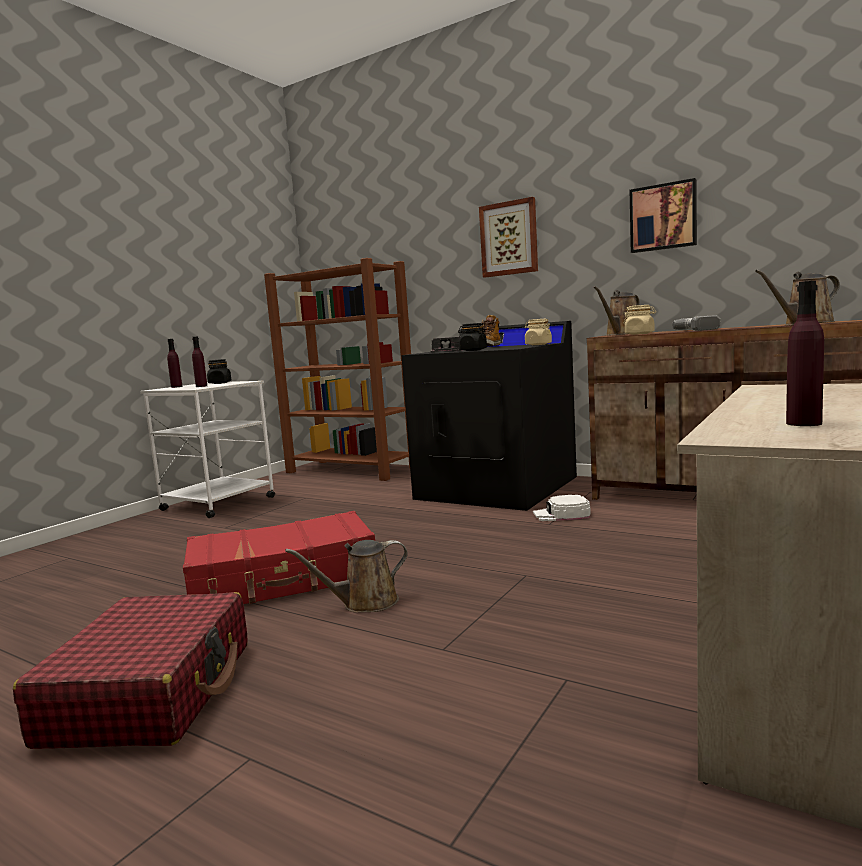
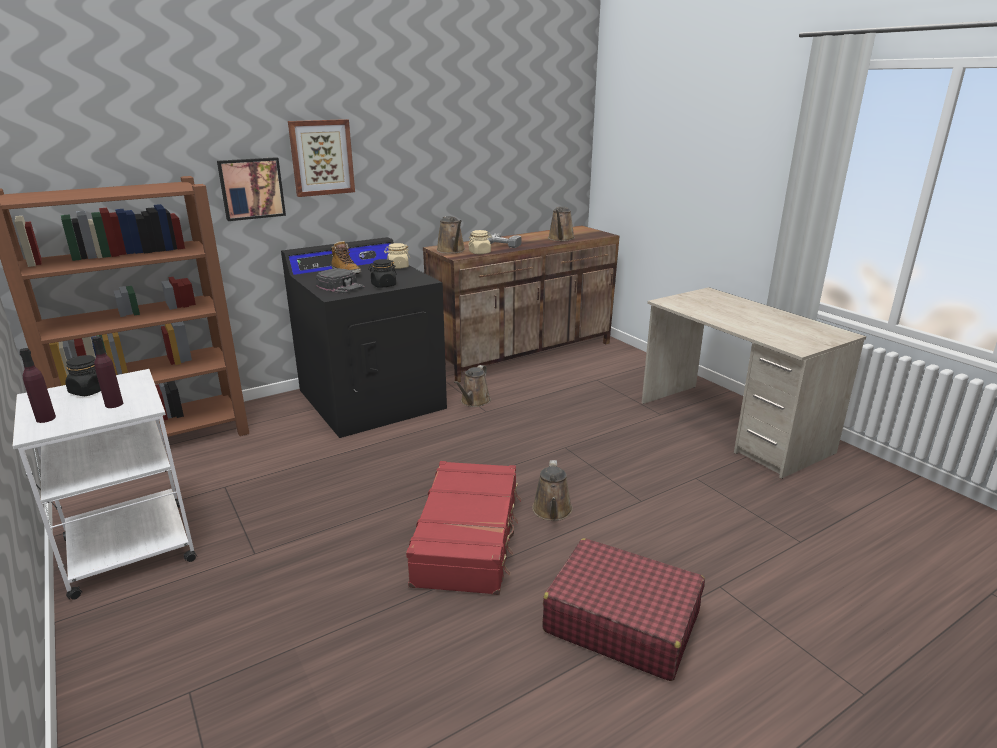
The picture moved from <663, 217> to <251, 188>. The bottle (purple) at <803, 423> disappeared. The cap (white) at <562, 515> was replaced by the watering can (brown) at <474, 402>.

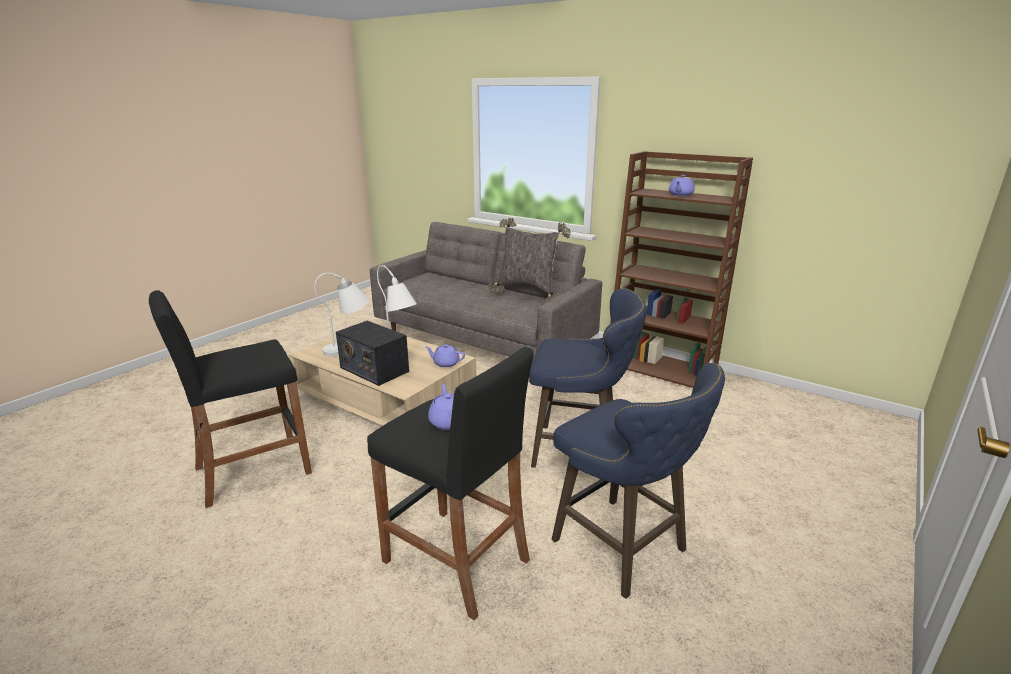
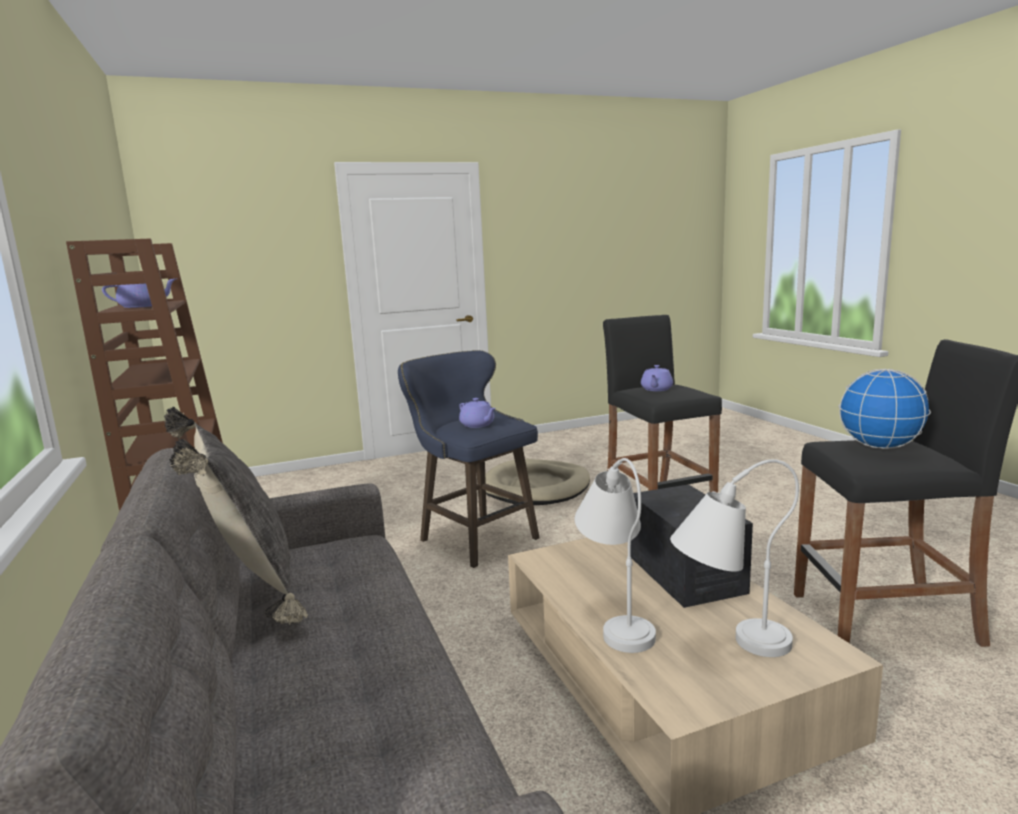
The teapot (purple) moved from <445, 363> to <478, 425>. The stool (blue) at <623, 548> was replaced by the dog bed (beige) at <536, 487>. The globe at <880, 447> appeared.

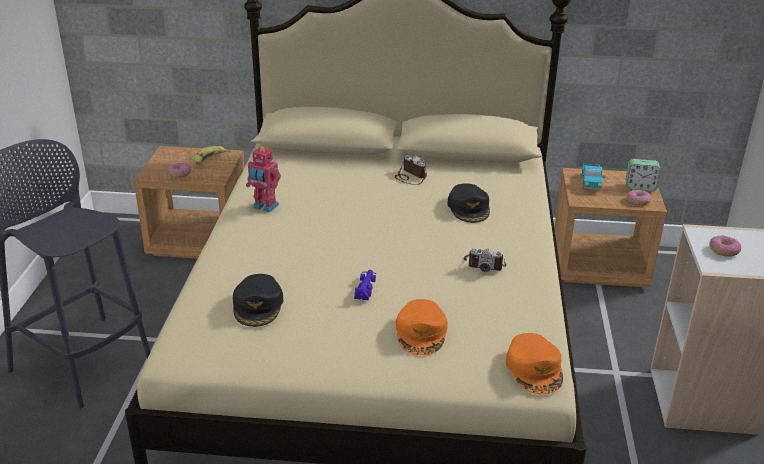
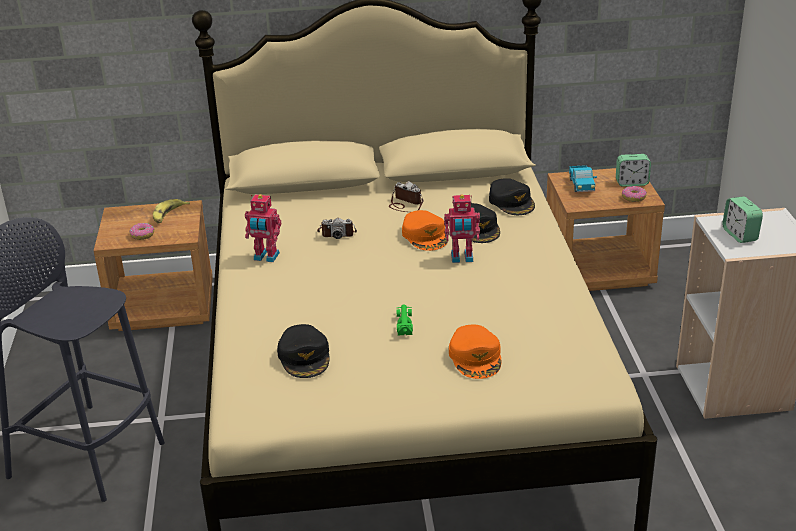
The donut at <724, 250> was replaced by the alarm clock at <740, 235>. The photo camera moved from <484, 264> to <337, 233>. The toy car (purple) at <365, 287> became the toy car (green) at <404, 322>. The cap (orange) moved from <535, 369> to <425, 236>. The cap (black) at <512, 202> appeared. The toy robot at <462, 258> appeared.

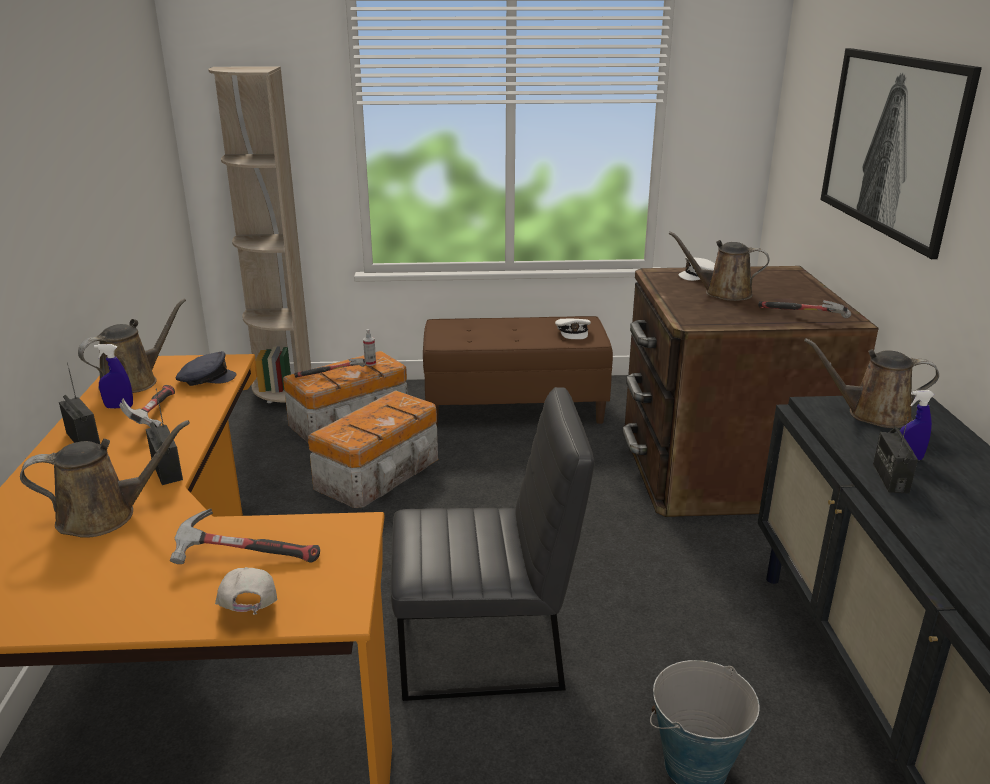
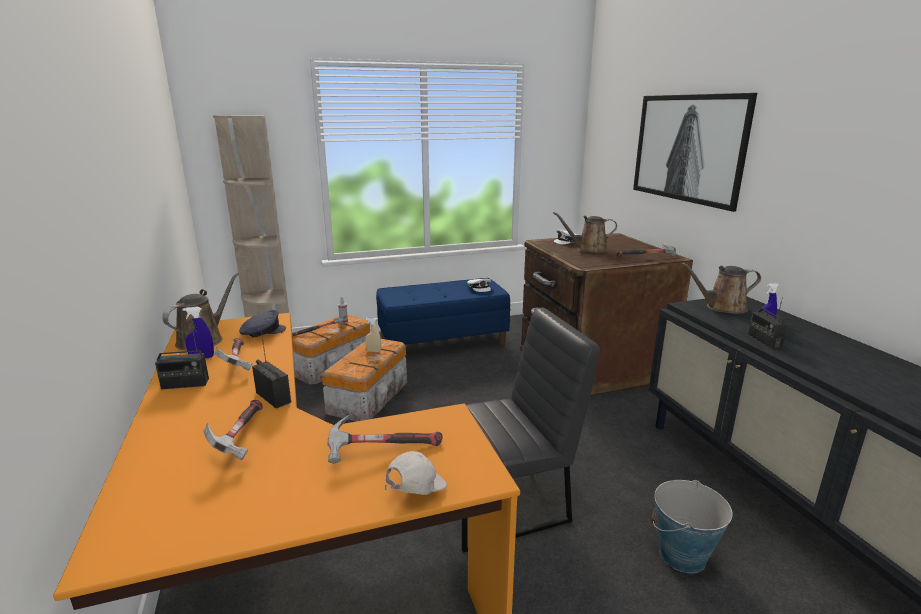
The bench (brown) at <515, 408> became the bench (blue) at <443, 343>. The radio at <83, 439> turned 135 degrees clockwise. The watering can (brown) at <105, 516> was replaced by the hammer at <241, 437>. The cap (white) at <248, 613> turned 75 degrees clockwise. The spray bottle (beige) at <373, 351> appeared.

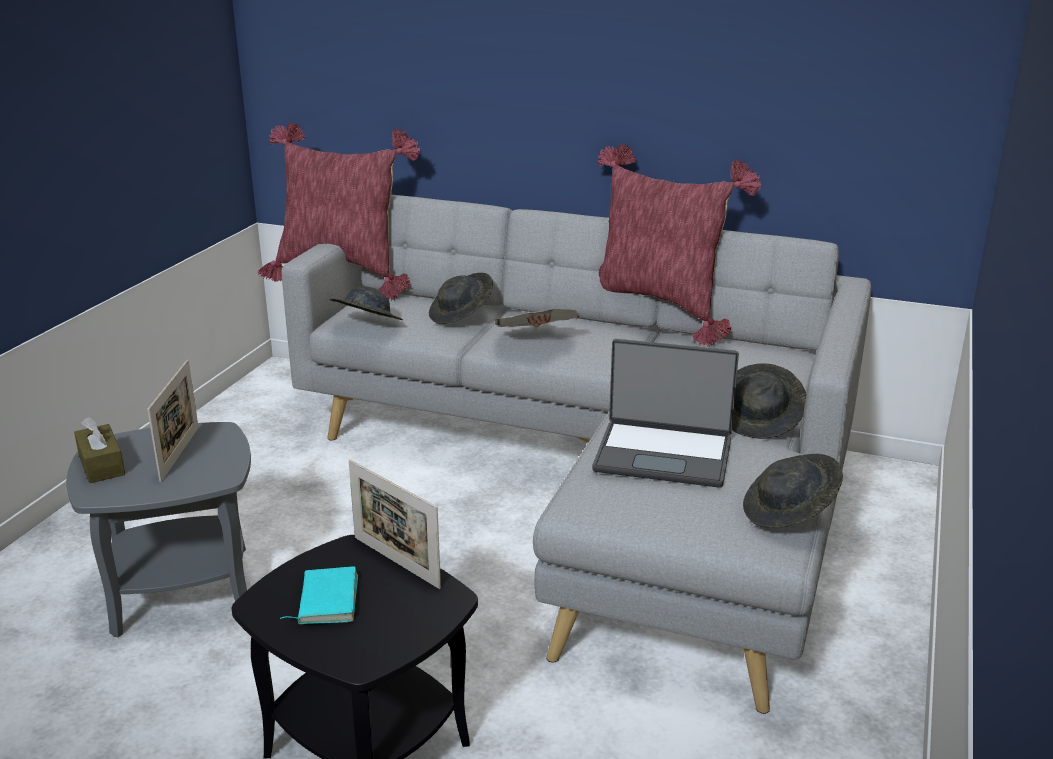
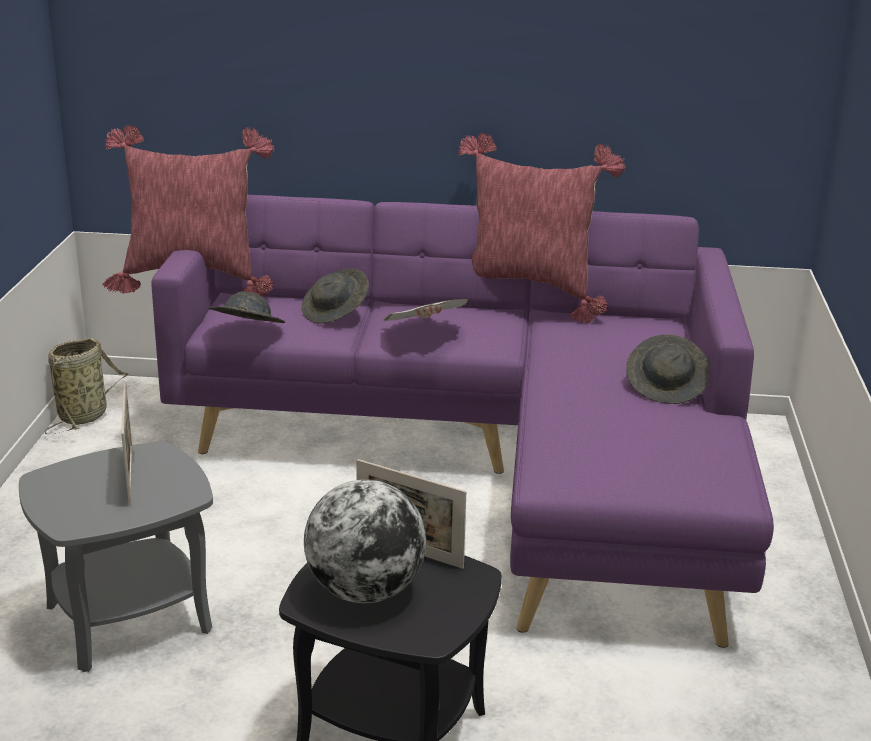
The sofa (grey) at <602, 491> became the sofa (purple) at <497, 473>. The laptop at <663, 455> disappeared. The tissue box (brown) at <101, 465> disappeared. The hat (grey) at <789, 512> disappeared. The book (turquoise) at <325, 600> was replaced by the globe at <365, 591>. The basket at <85, 415> appeared.

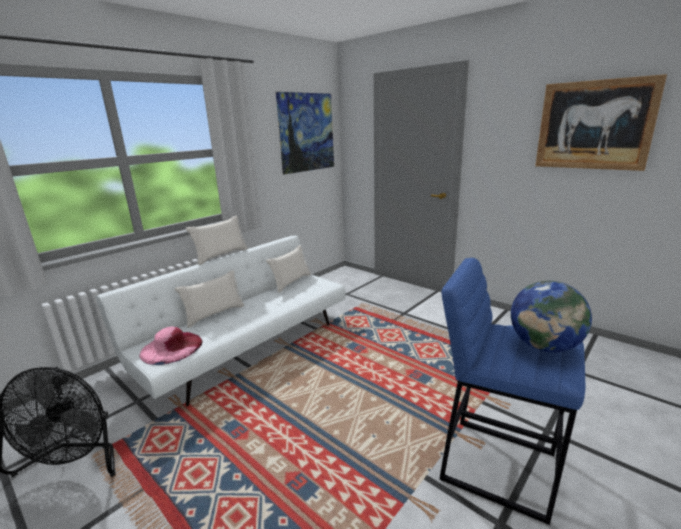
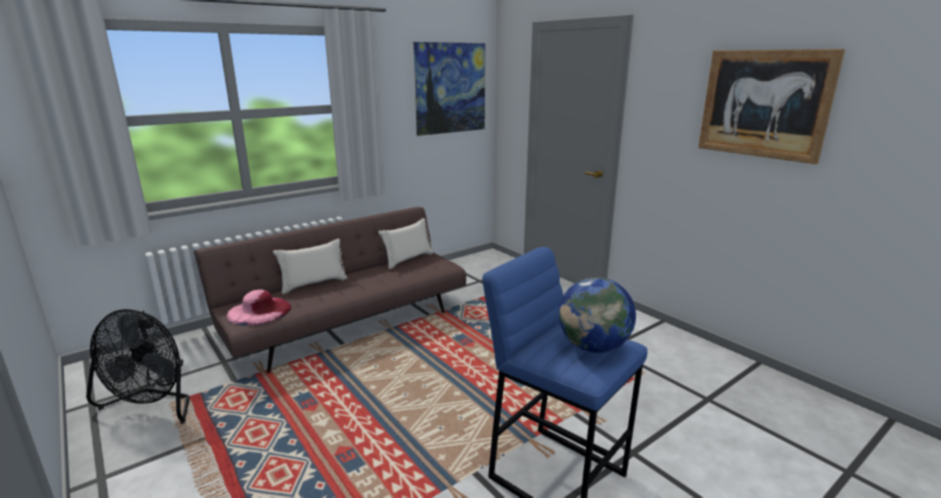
The pillow (white) at <221, 255> disappeared. The sofa (white) at <246, 346> became the sofa (brown) at <347, 323>.

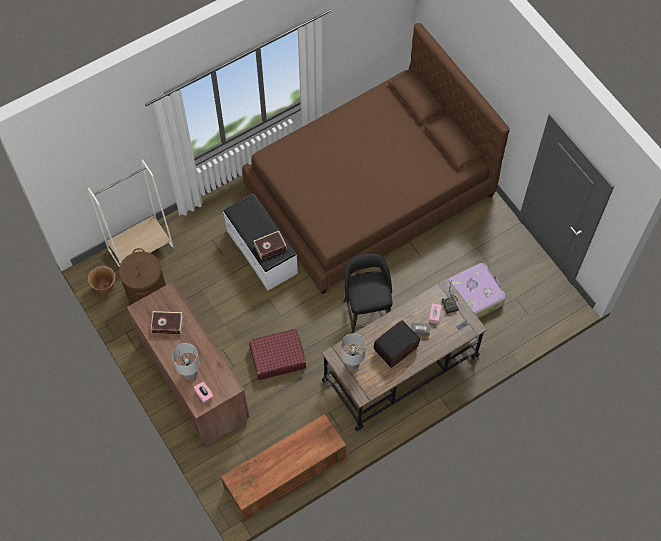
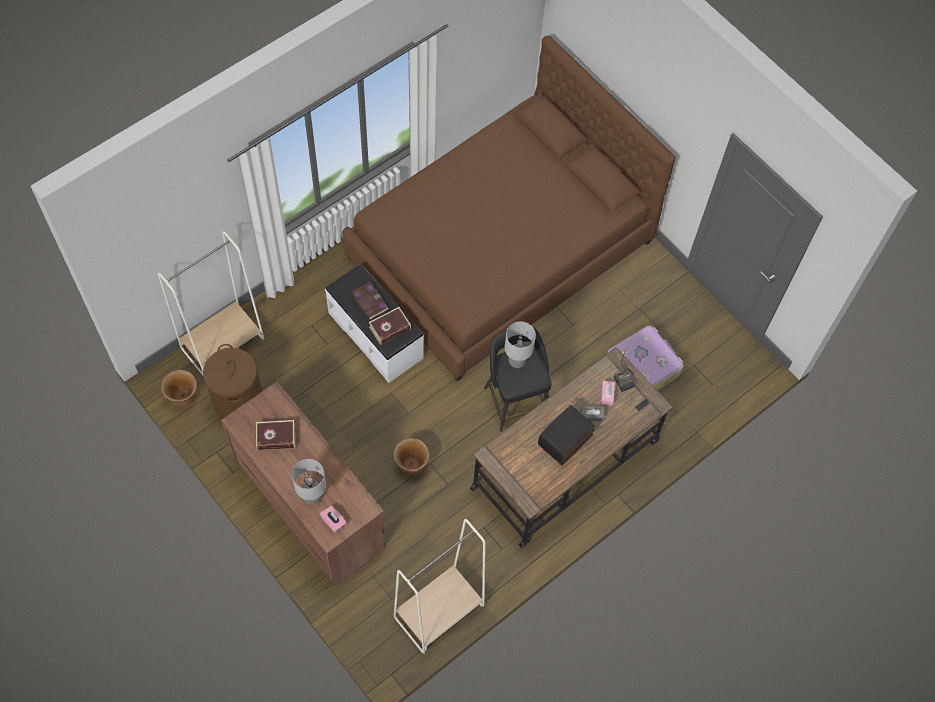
The suitcase (red) at <277, 357> was replaced by the planter (brown) at <411, 465>. The table lamp (grey) moved from <352, 364> to <516, 361>. The bench (brown) at <285, 475> was replaced by the clothes rack at <439, 612>. The book at <369, 301> appeared.

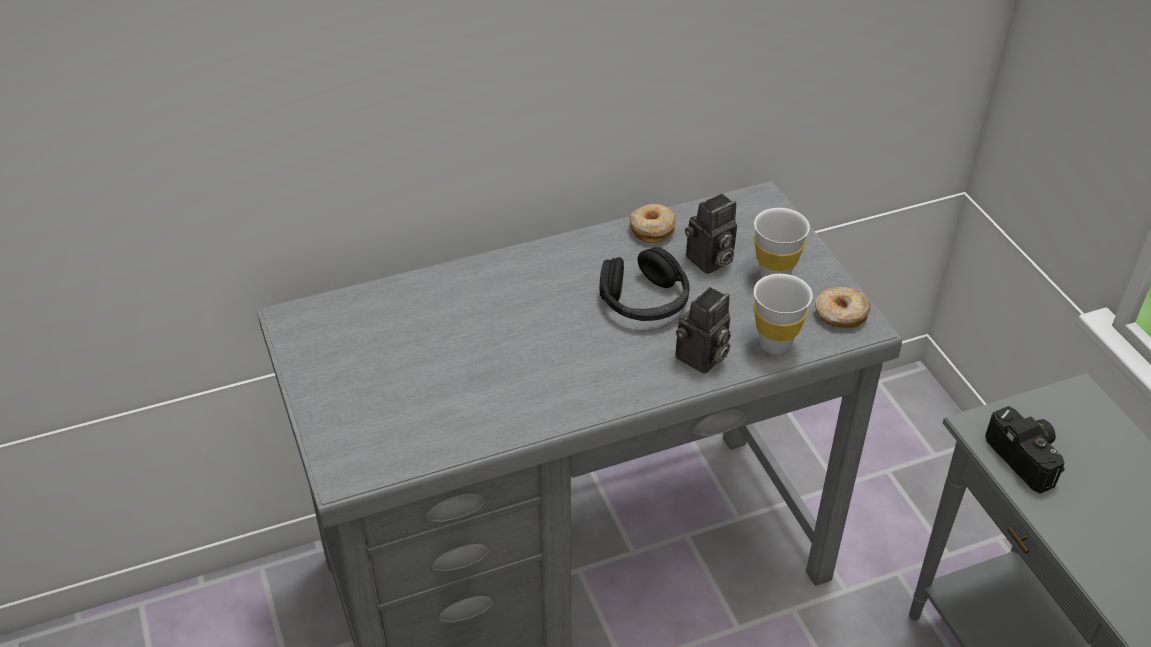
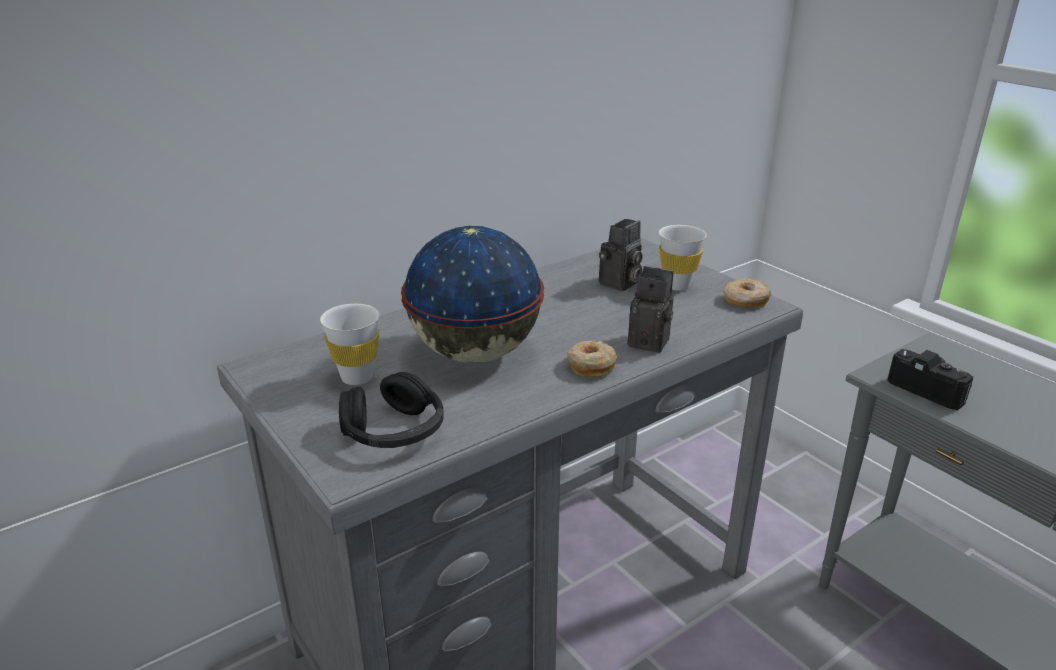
The donut moved from <652, 229> to <590, 366>. The headphones (black) moved from <644, 301> to <394, 431>. The cup (white) moved from <775, 344> to <357, 377>. The photo camera at <702, 359> turned 90 degrees counterclockwise. The globe at <474, 353> appeared.

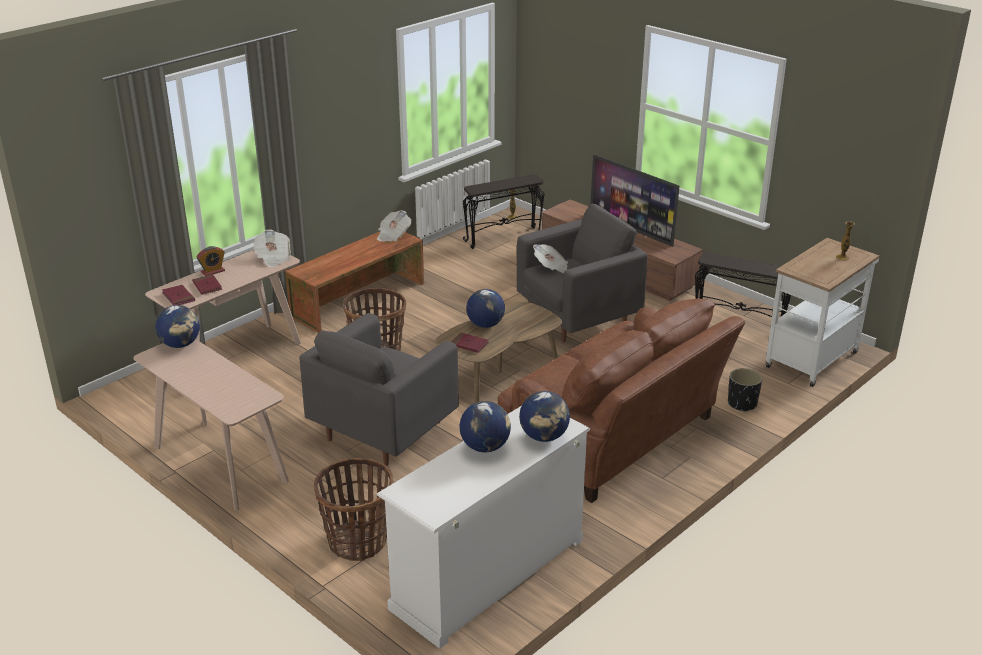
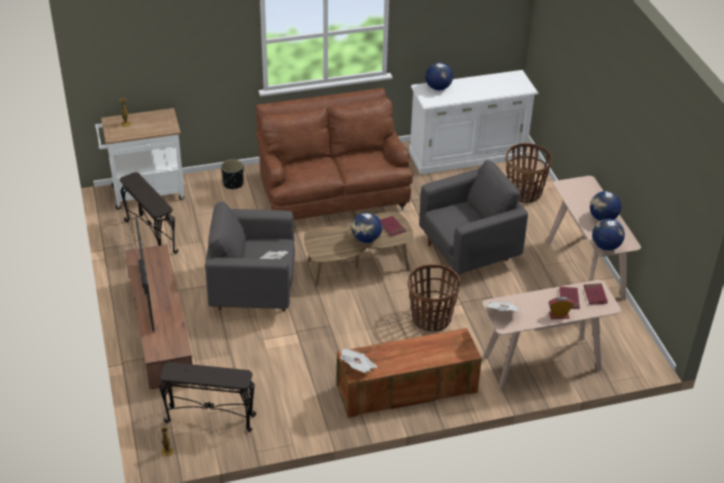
The globe moved from <485, 447> to <603, 218>.

